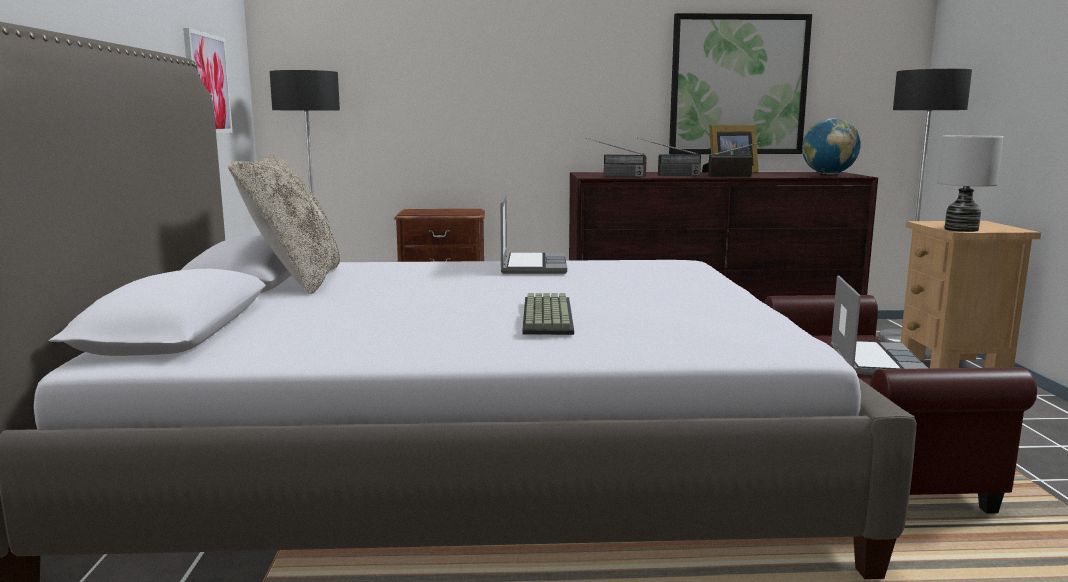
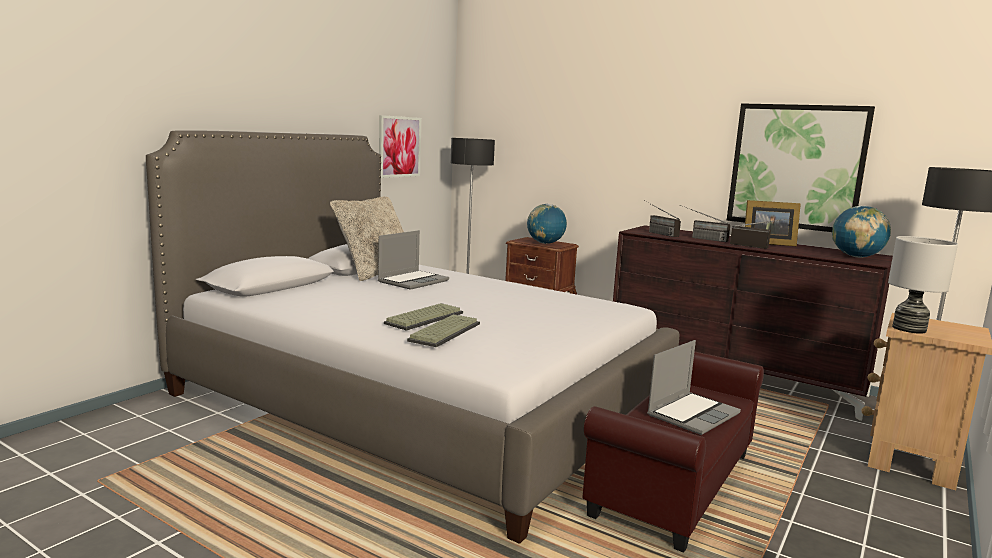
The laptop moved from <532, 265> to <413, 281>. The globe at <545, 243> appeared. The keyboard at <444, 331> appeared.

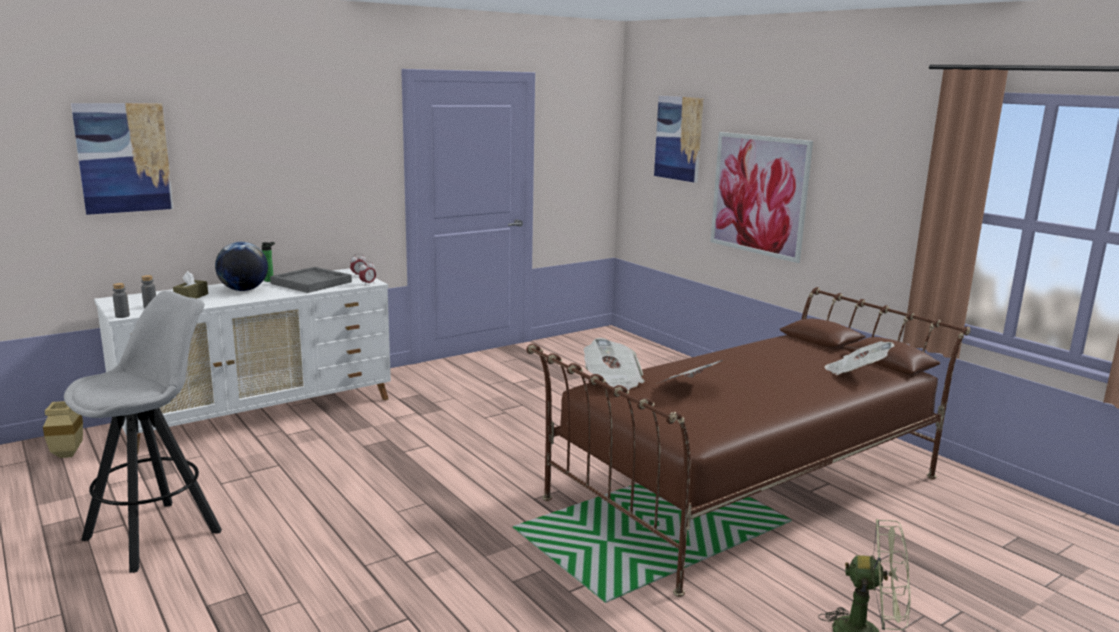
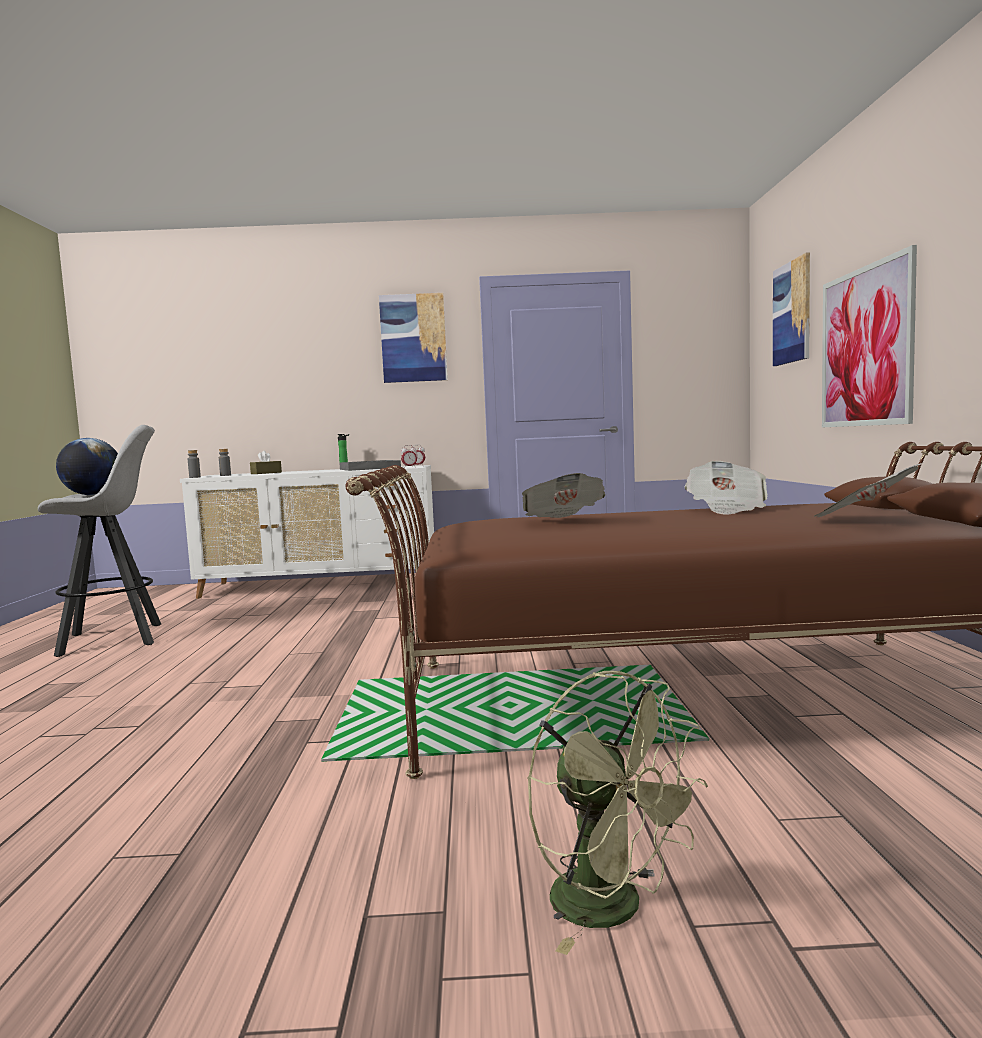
The picture moved from <124, 158> to <413, 338>. The globe moved from <244, 290> to <92, 495>. The newspaper moved from <613, 381> to <726, 510>. The vase (beige) at <67, 454> disappeared.

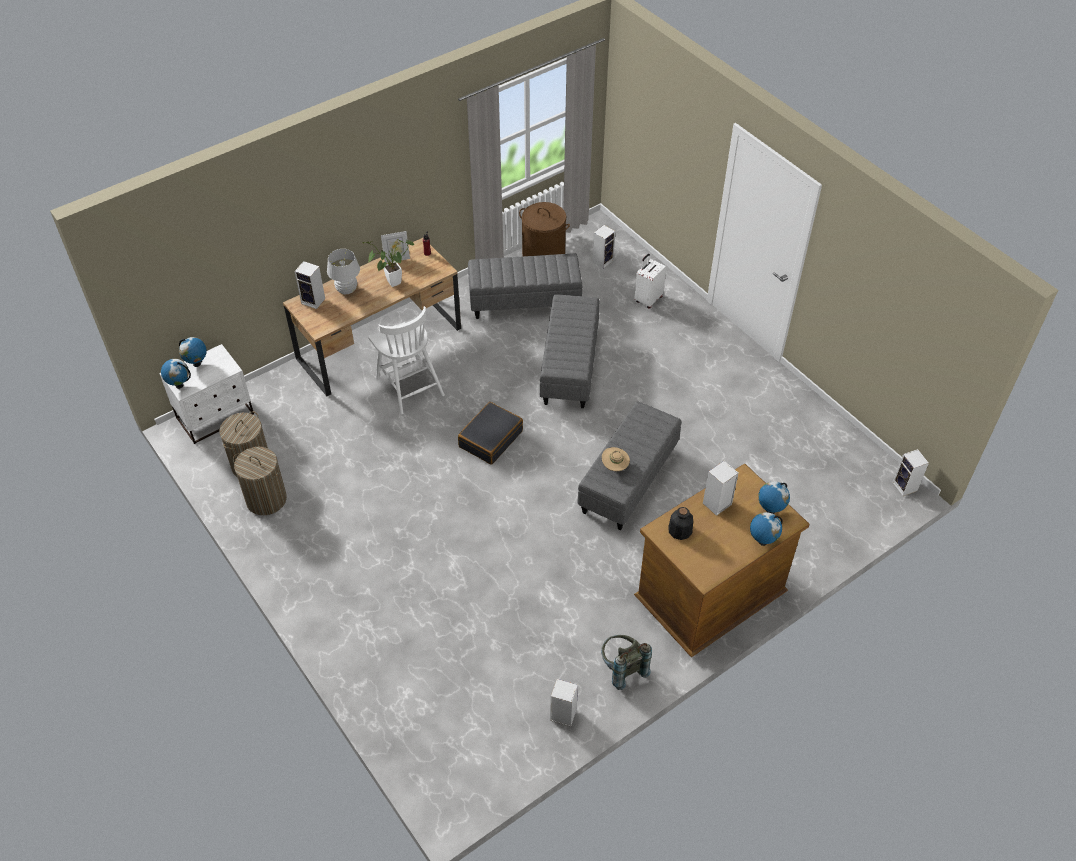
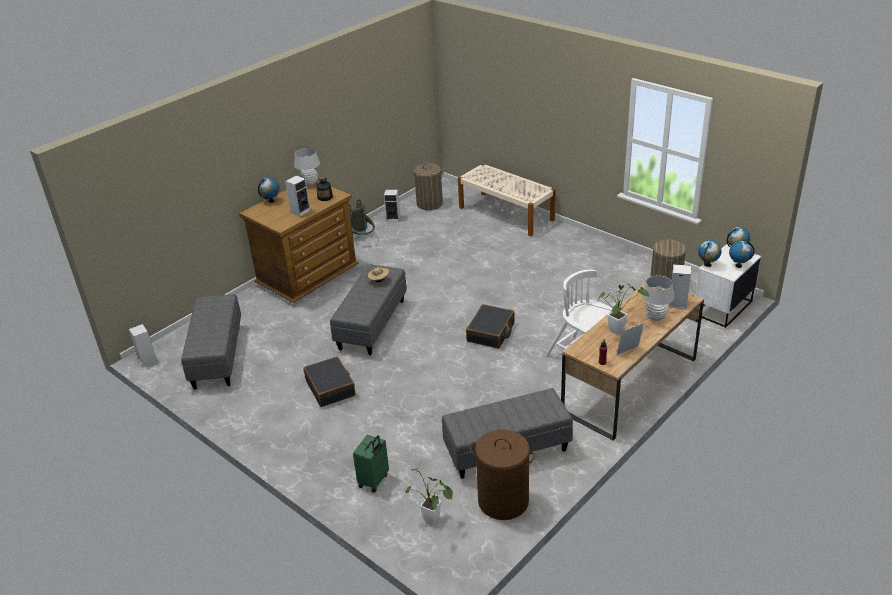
The speaker at <603, 260> was replaced by the potted plant at <434, 520>. The suitcase (white) at <648, 299> became the suitcase (green) at <374, 481>. The ottoman (grey) moved from <568, 367> to <218, 357>. The laundry basket moved from <266, 499> to <429, 204>. The globe moved from <770, 510> to <707, 265>. The table lamp (white) at <310, 183> appeared. The bench (beige) at <506, 213> appeared. The suitcase (black) at <330, 388> appeared.

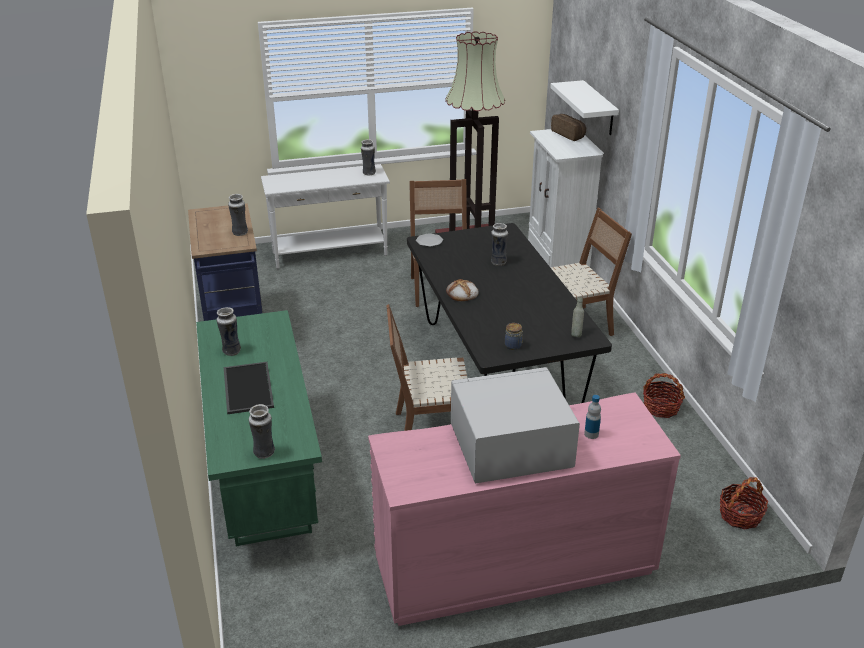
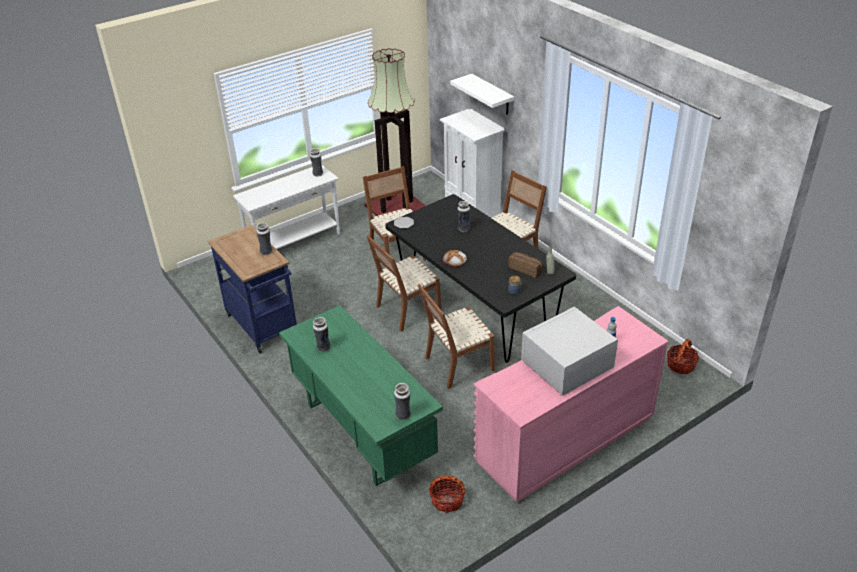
The bread moved from <569, 134> to <526, 269>. The tray at <246, 387> disappeared. The basket moved from <660, 408> to <447, 500>. The chair at <406, 311> appeared.

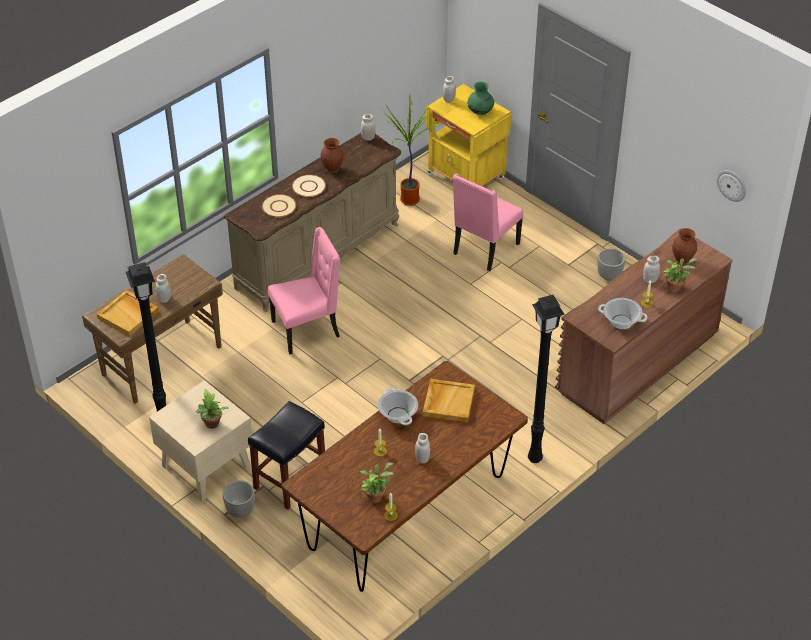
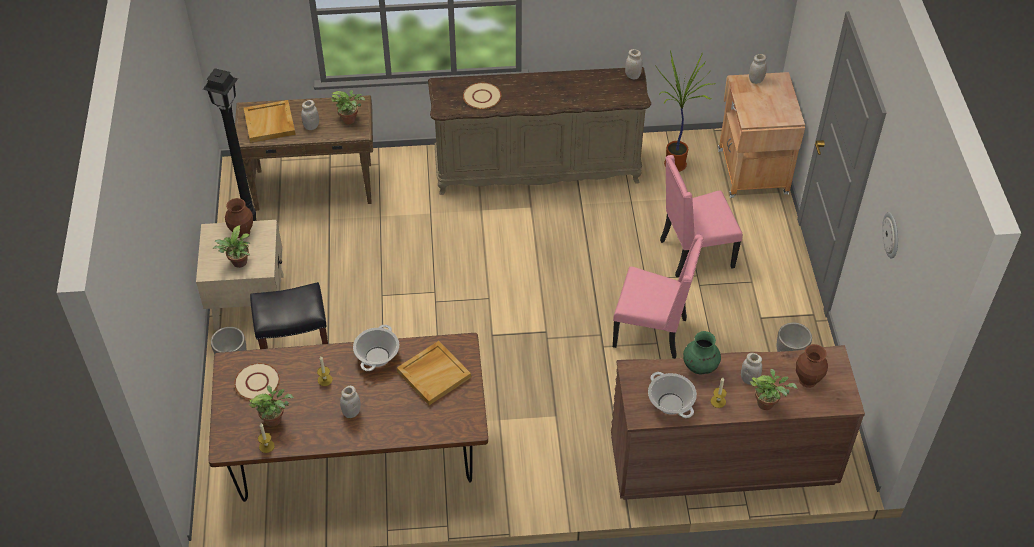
The vase (green) moved from <480, 112> to <700, 367>. The cart (yellow) at <466, 177> became the cart (brown) at <752, 174>. The vase (brown) moved from <332, 169> to <241, 232>. The wall clock moved from <732, 185> to <891, 235>. The plate (beige) moved from <308, 186> to <257, 382>. The chair (pink) moved from <307, 329> to <652, 332>. The floor lamp (black) at <534, 459> disappeared. The potted plant at <350, 119> appeared.

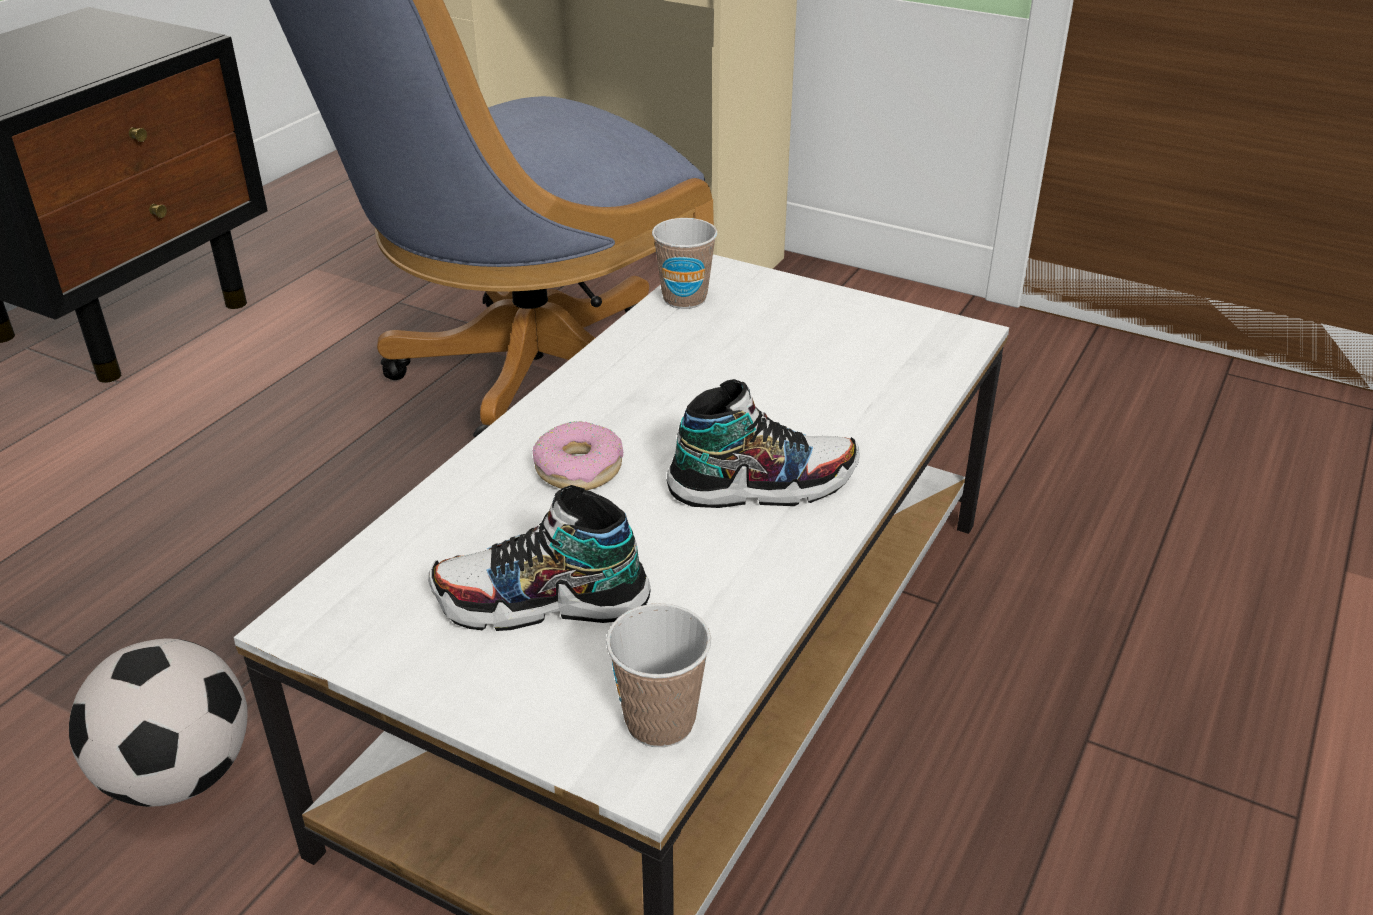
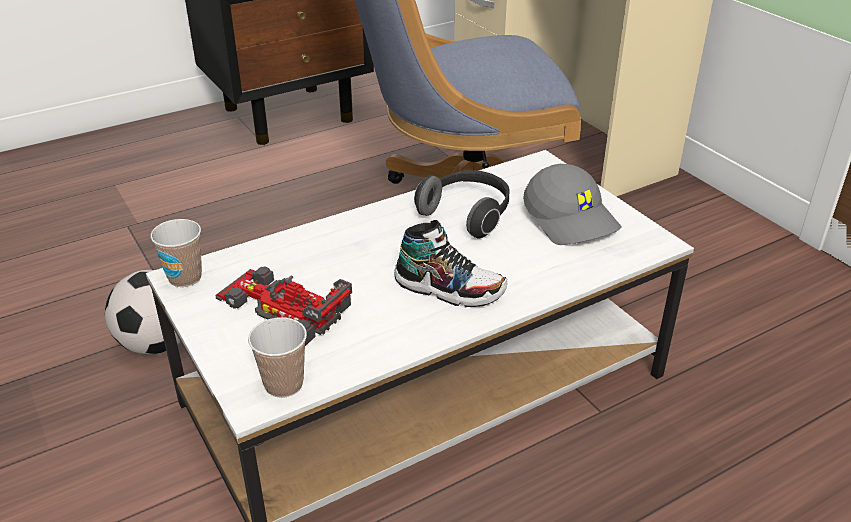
The cup moved from <684, 299> to <185, 278>. The donut at <579, 468> disappeared. The shoe at <542, 603> was replaced by the toy car at <284, 307>. The cap (grey) at <572, 219> appeared. The headphones at <467, 215> appeared.

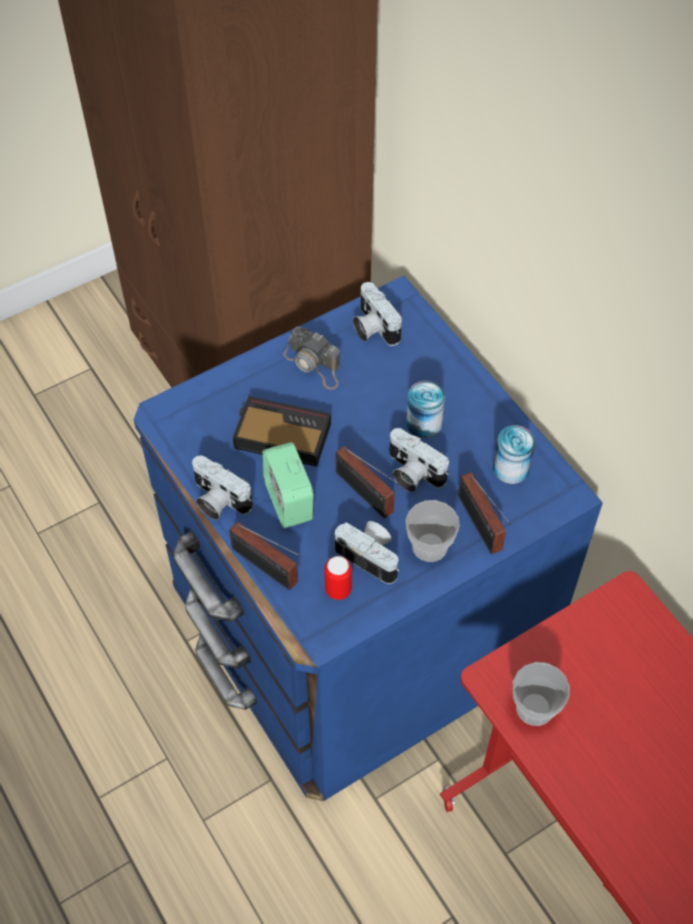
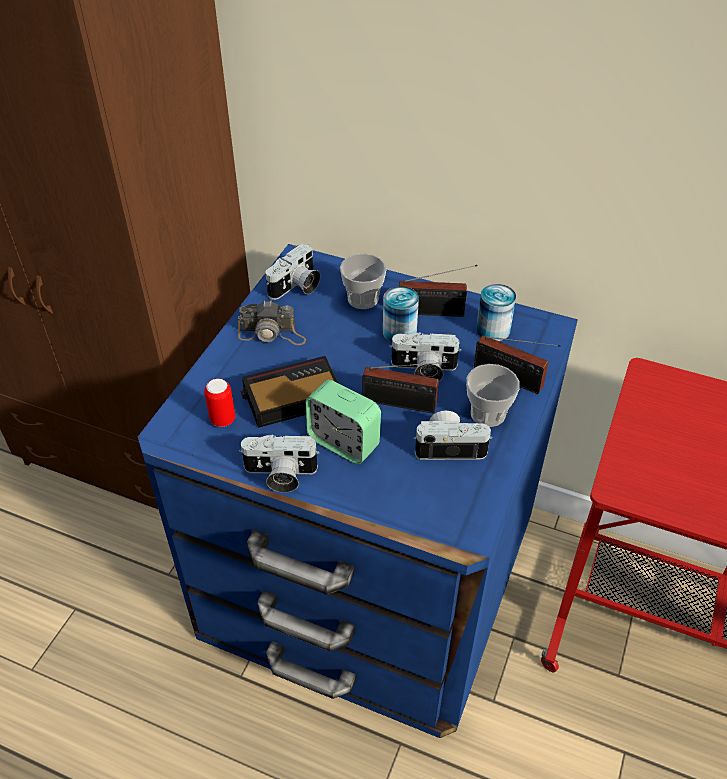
The photo camera at <372, 327> turned 75 degrees counterclockwise. The radio moved from <267, 568> to <434, 312>. The can moved from <338, 590> to <222, 420>. The cup moved from <534, 708> to <363, 299>.

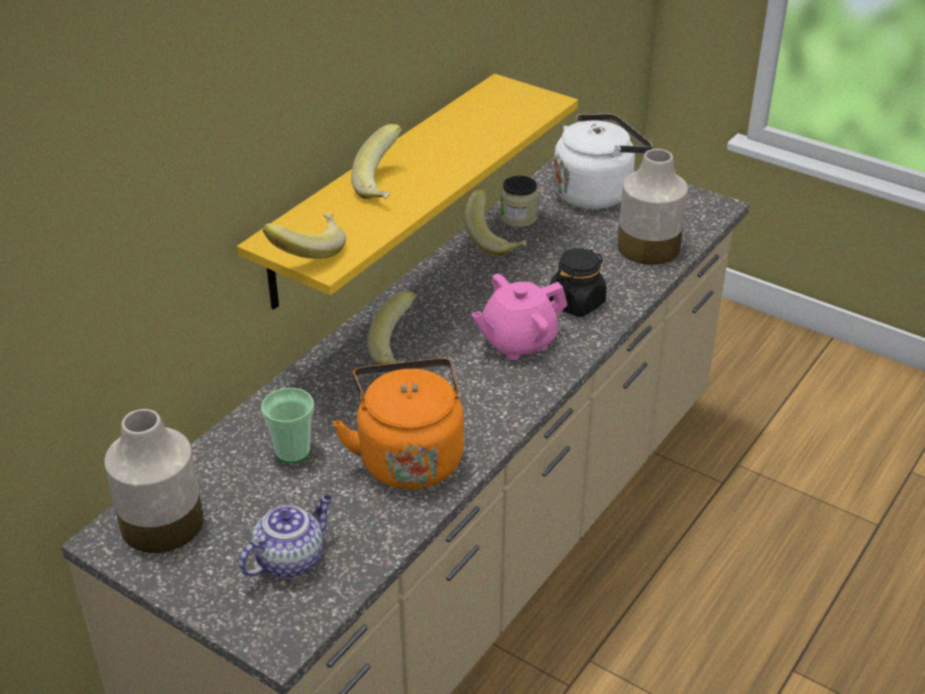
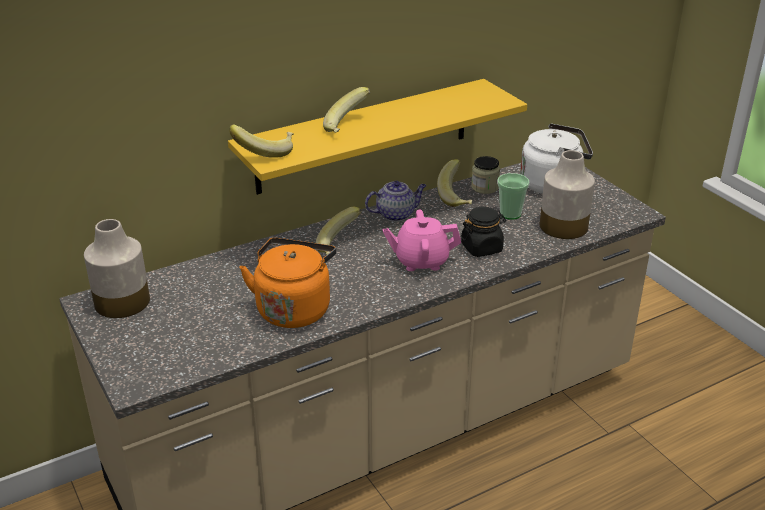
The cup moved from <292, 451> to <510, 214>. The teapot moved from <290, 559> to <396, 214>.

